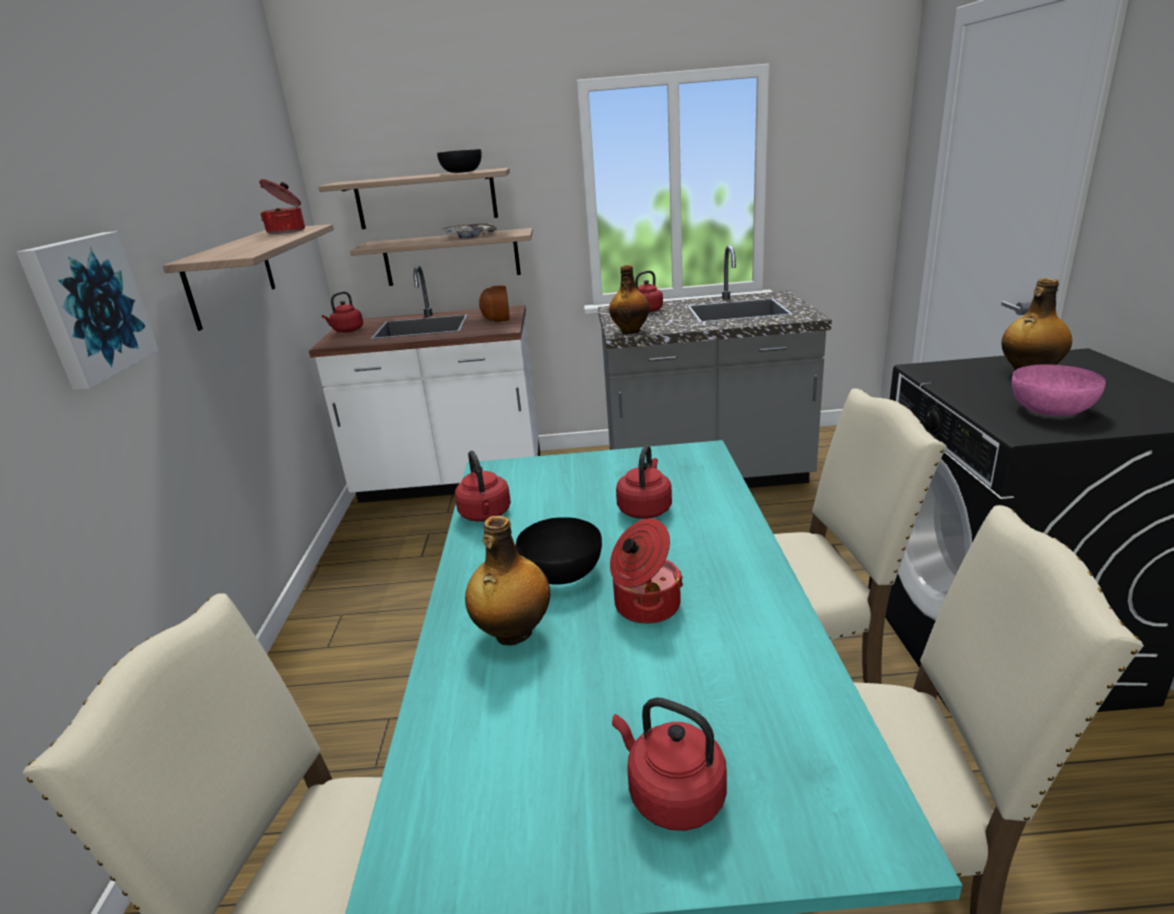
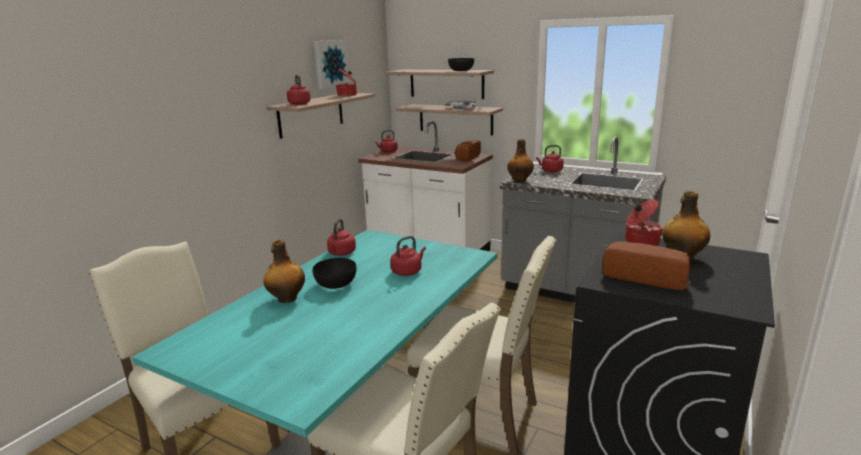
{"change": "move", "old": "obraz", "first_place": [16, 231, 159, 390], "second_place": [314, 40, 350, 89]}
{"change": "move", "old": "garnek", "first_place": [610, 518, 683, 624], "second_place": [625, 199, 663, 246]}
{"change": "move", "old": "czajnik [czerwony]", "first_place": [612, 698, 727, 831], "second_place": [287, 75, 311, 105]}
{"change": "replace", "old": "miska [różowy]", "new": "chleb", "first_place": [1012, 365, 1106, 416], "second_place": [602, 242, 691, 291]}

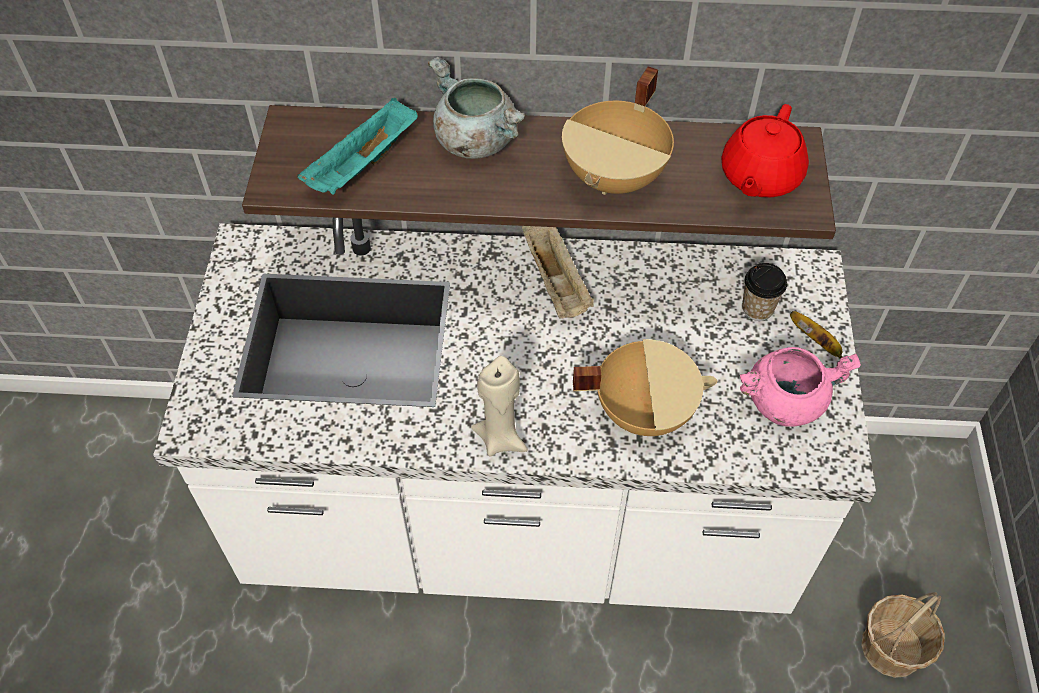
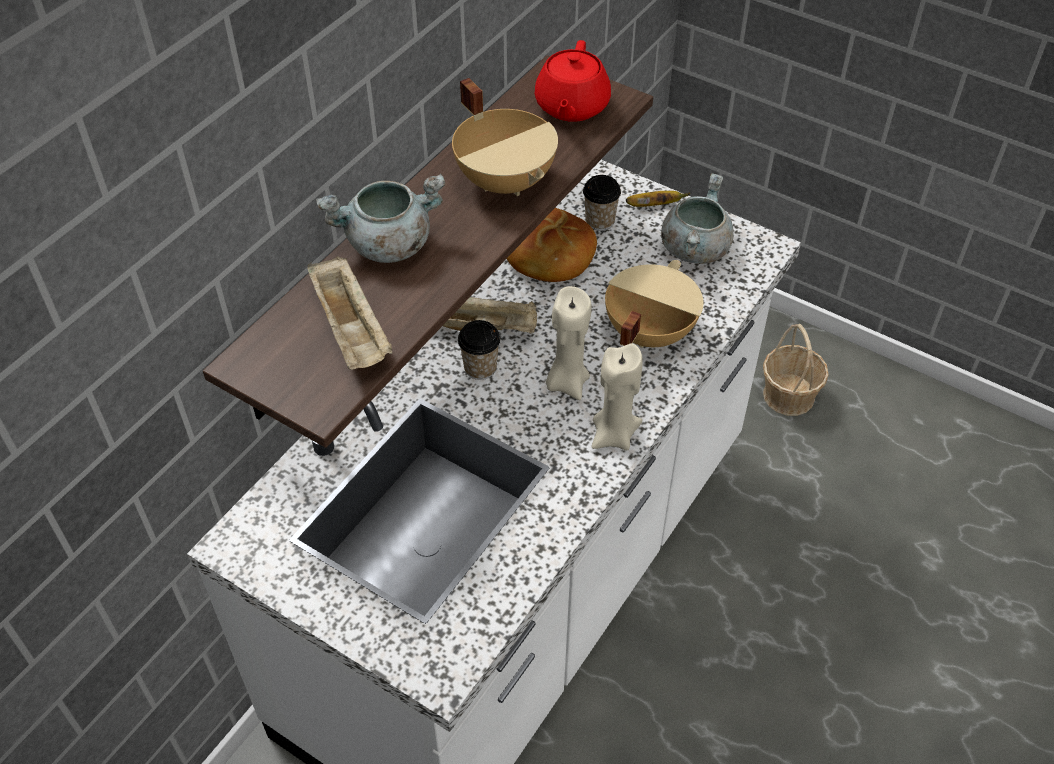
{"change": "recolor", "old": "taca [turkusowy]", "new": "taca [beżowy]", "first_place": [298, 98, 418, 195], "second_place": [307, 256, 392, 370]}
{"change": "rotate", "old": "imbryk [czerwony]", "first_place": [722, 104, 809, 197], "second_place": [535, 40, 611, 122], "degrees": 45}
{"change": "recolor", "old": "garnek [różowy]", "new": "garnek [szary]", "first_place": [740, 347, 861, 427], "second_place": [661, 173, 734, 264]}
{"change": "insert", "new": "filiżanka", "second_place": [458, 320, 500, 380]}
{"change": "insert", "new": "chleb", "second_place": [507, 208, 597, 282]}
{"change": "insert", "new": "świeca [beżowy]", "second_place": [546, 286, 592, 400]}

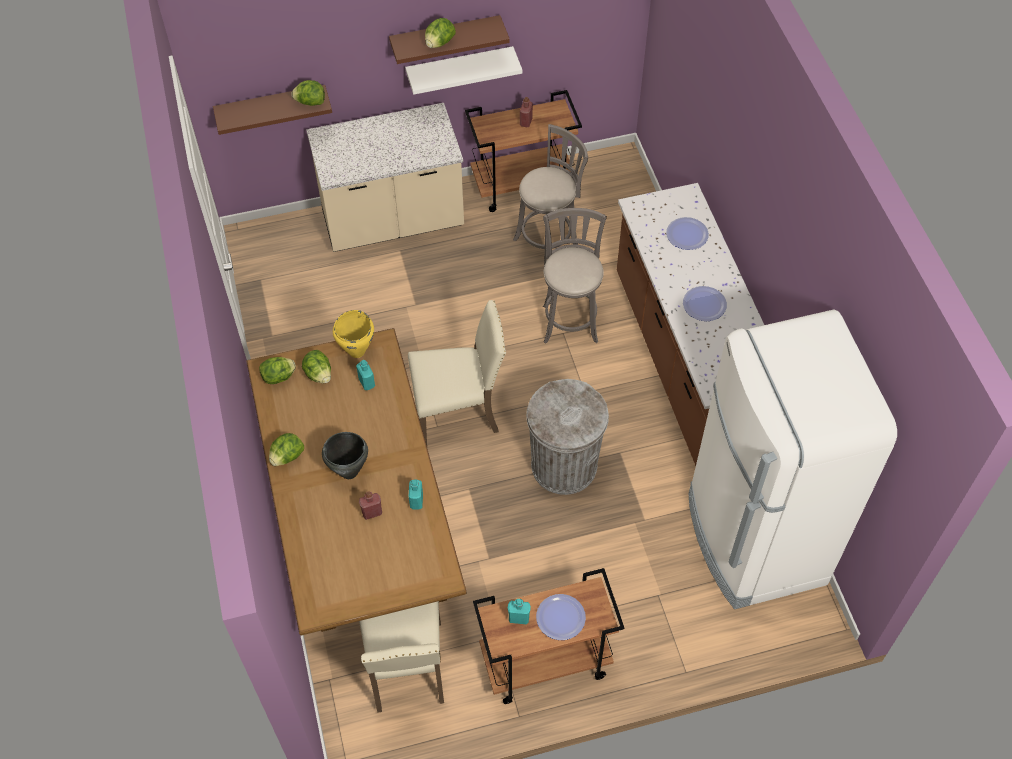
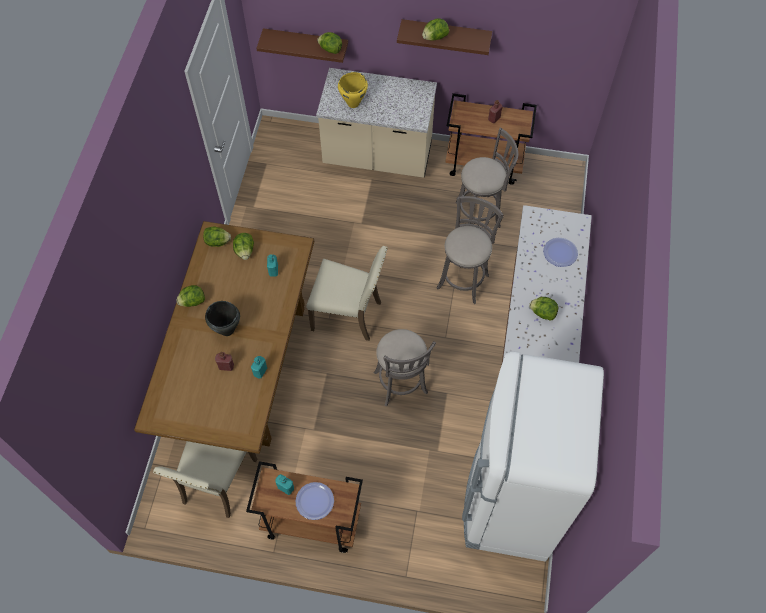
{"change": "move", "old": "garnek [żółty]", "first_place": [333, 310, 374, 358], "second_place": [338, 72, 368, 108]}
{"change": "delete", "old": "półka [biały]", "first_place": [405, 46, 522, 95]}
{"change": "replace", "old": "kosz na śmieci [szary]", "new": "stołek [szary]", "first_place": [526, 379, 609, 495], "second_place": [374, 329, 436, 406]}
{"change": "replace", "old": "talerz", "new": "sałata", "first_place": [683, 286, 727, 321], "second_place": [529, 297, 558, 321]}

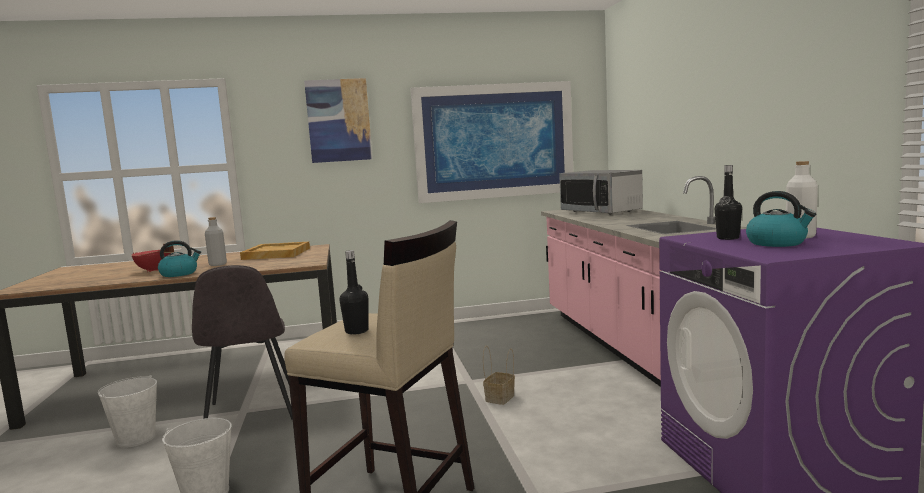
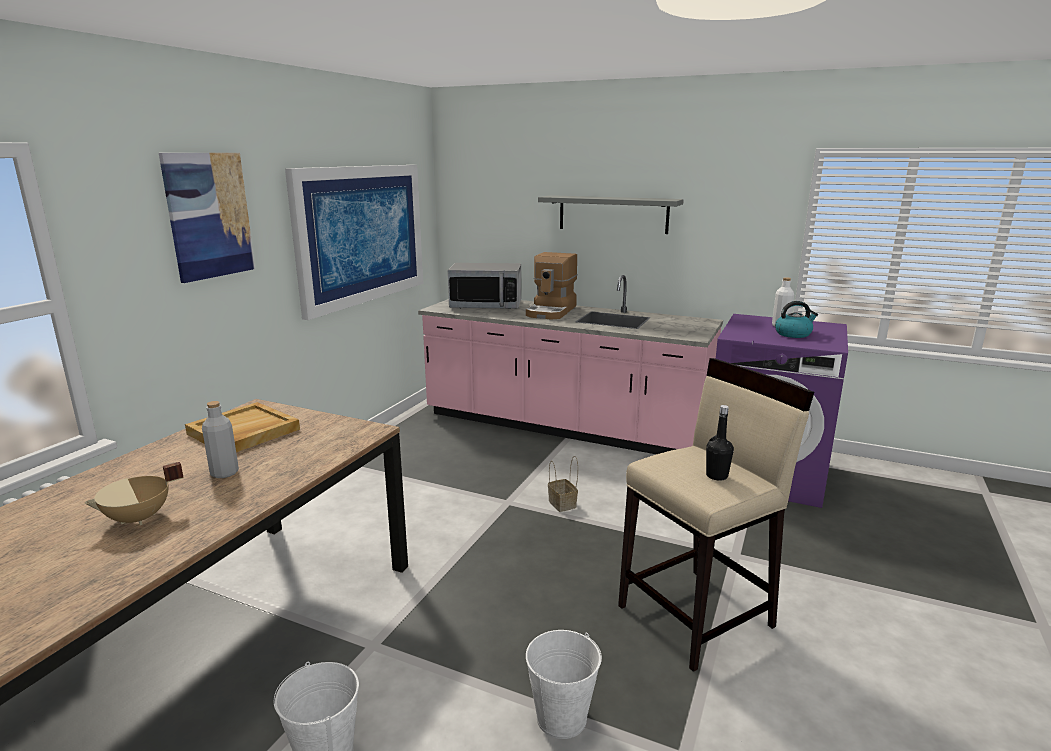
{"change": "recolor", "old": "garnek [czerwony]", "new": "garnek [beżowy]", "first_place": [131, 243, 174, 272], "second_place": [84, 462, 184, 525]}
{"change": "delete", "old": "czajnik", "first_place": [158, 240, 201, 277]}
{"change": "delete", "old": "krzesło [szary]", "first_place": [192, 265, 293, 420]}
{"change": "delete", "old": "butelka [czarny]", "first_place": [715, 165, 742, 240]}
{"change": "insert", "new": "ekspres do kawy", "second_place": [526, 252, 577, 320]}
{"change": "insert", "new": "półka [szary]", "second_place": [538, 195, 684, 234]}

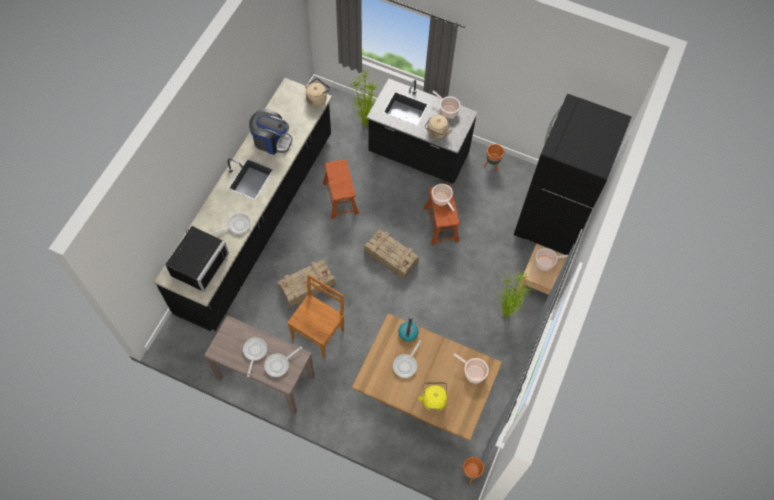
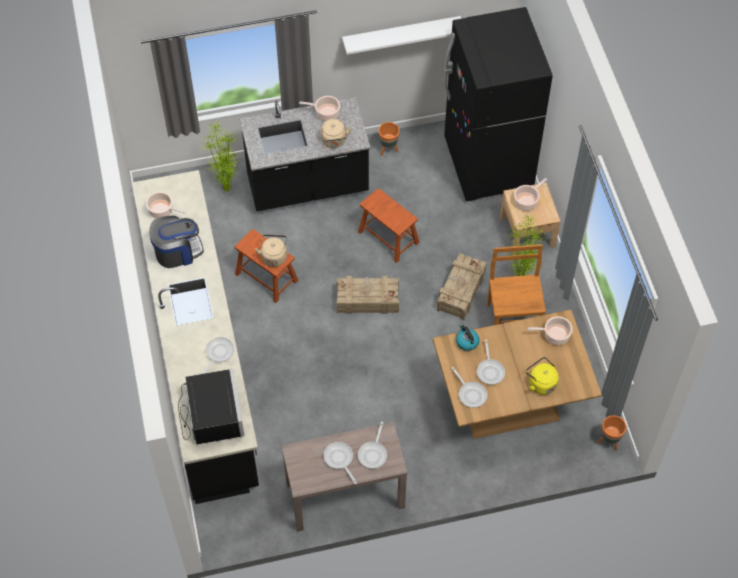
{"change": "move", "old": "skrzynka", "first_place": [278, 259, 335, 307], "second_place": [437, 253, 487, 320]}
{"change": "move", "old": "krzesło [brązowy]", "first_place": [287, 274, 344, 358], "second_place": [487, 244, 546, 325]}
{"change": "move", "old": "czajnik [beżowy]", "first_place": [305, 78, 330, 107], "second_place": [255, 234, 287, 267]}
{"change": "move", "old": "garnek", "first_place": [432, 184, 455, 211], "second_place": [146, 192, 186, 219]}
{"change": "insert", "new": "półka [biały]", "second_place": [342, 16, 461, 55]}
{"change": "insert", "new": "patelnia", "second_place": [451, 367, 487, 408]}

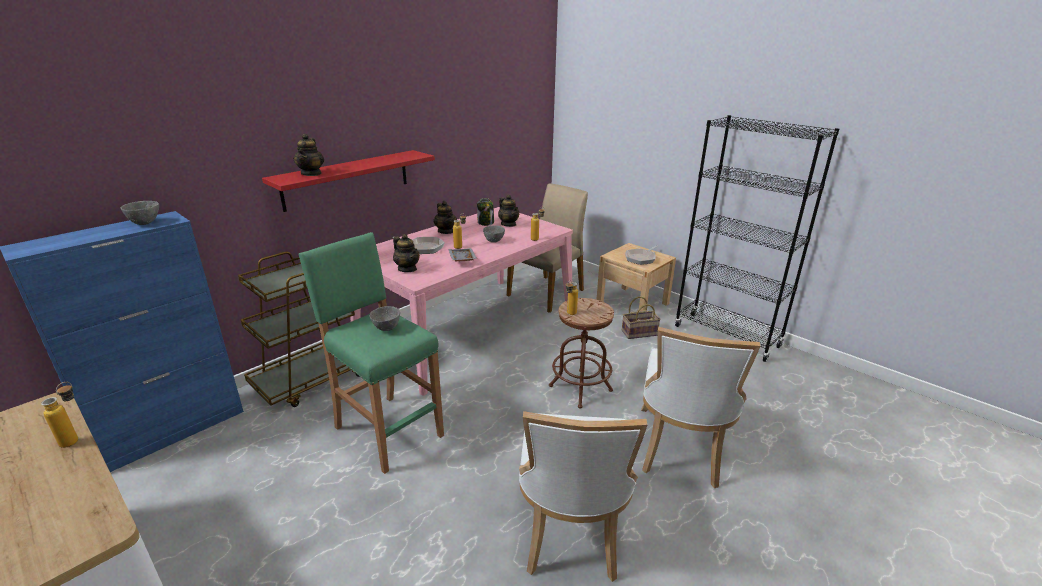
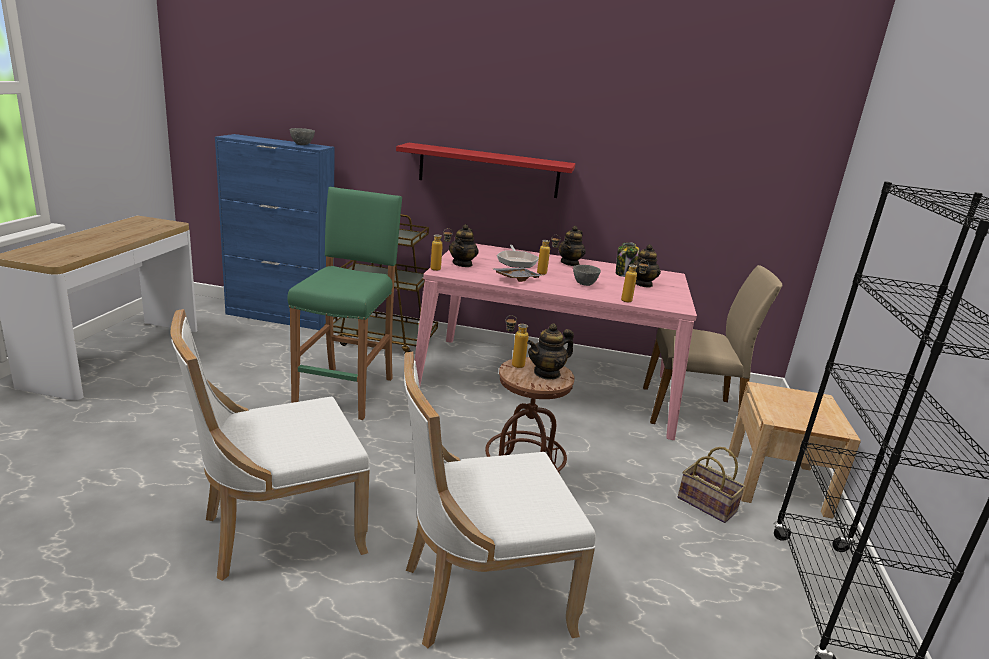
{"change": "move", "old": "butelka", "first_place": [41, 382, 78, 448], "second_place": [431, 228, 453, 271]}
{"change": "move", "old": "imbryk", "first_place": [293, 133, 324, 176], "second_place": [527, 323, 574, 380]}
{"change": "delete", "old": "miska [szary]", "first_place": [370, 306, 400, 331]}
{"change": "delete", "old": "patelnia", "first_place": [625, 245, 658, 265]}

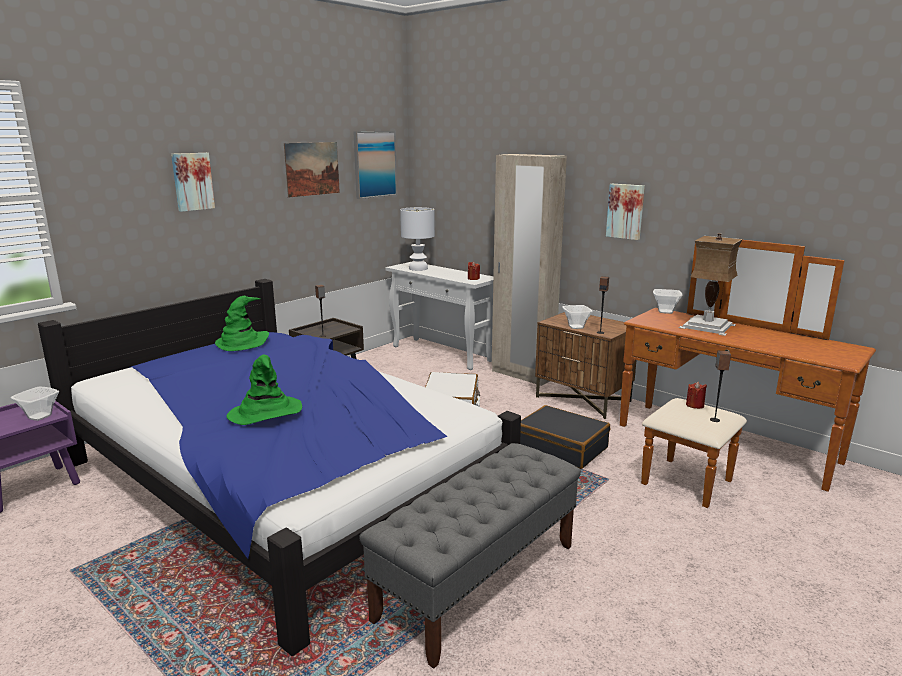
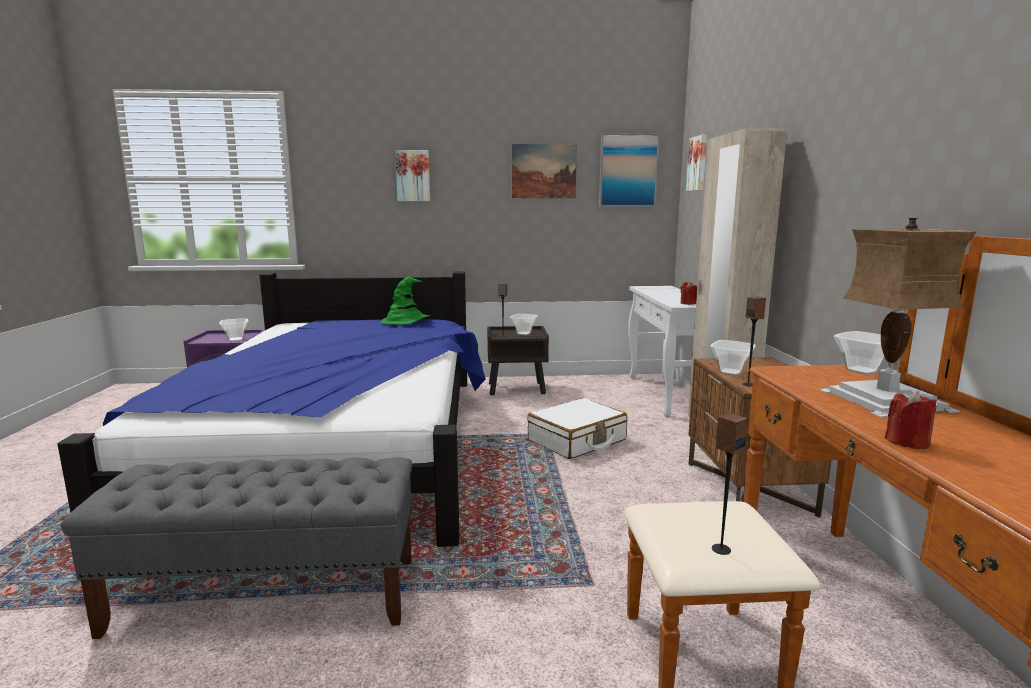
{"change": "delete", "old": "kapelusz [zielony]", "first_place": [226, 355, 302, 425]}
{"change": "delete", "old": "lampa stołowa [biały]", "first_place": [400, 207, 435, 271]}
{"change": "delete", "old": "walizka [czarny]", "first_place": [520, 405, 610, 469]}
{"change": "move", "old": "obraz", "first_place": [606, 184, 645, 240], "second_place": [686, 134, 707, 191]}
{"change": "move", "old": "świeca [czerwony]", "first_place": [686, 382, 707, 409], "second_place": [885, 391, 937, 449]}
{"change": "insert", "new": "miska", "second_place": [510, 314, 538, 335]}

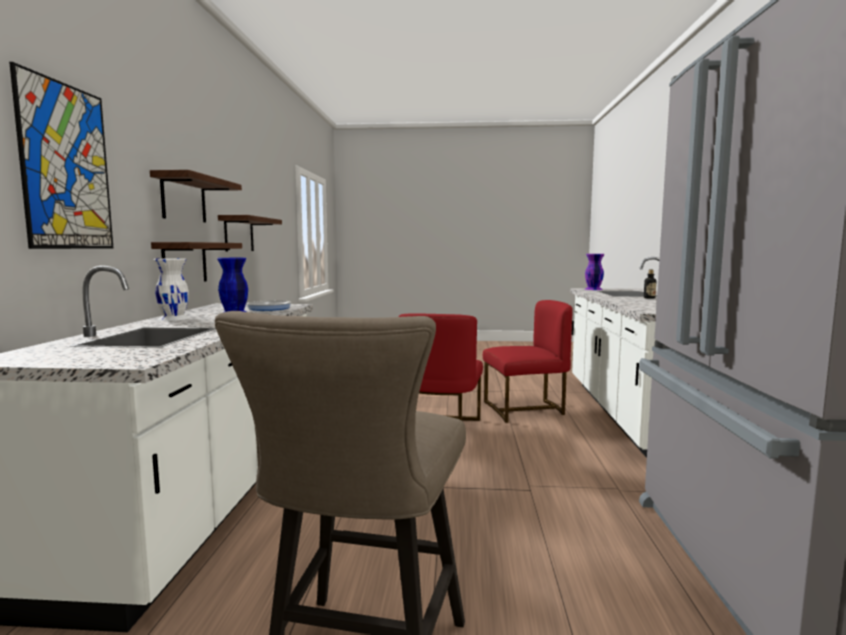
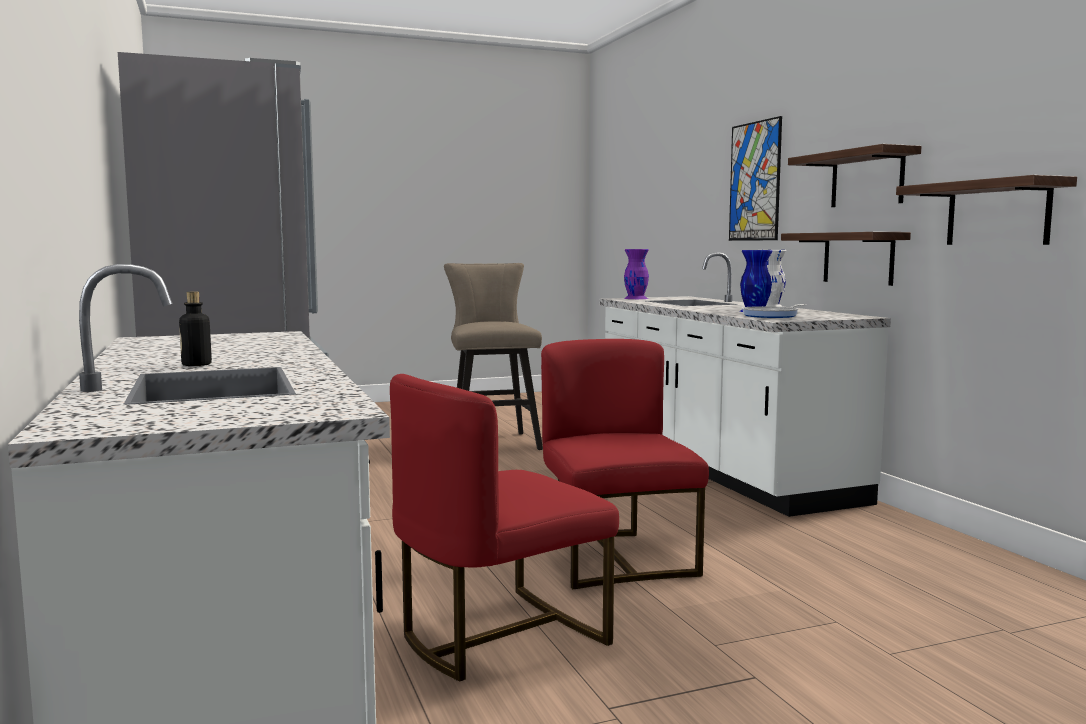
{"change": "move", "old": "wazon [fioletowy]", "first_place": [585, 254, 604, 290], "second_place": [624, 249, 649, 299]}

